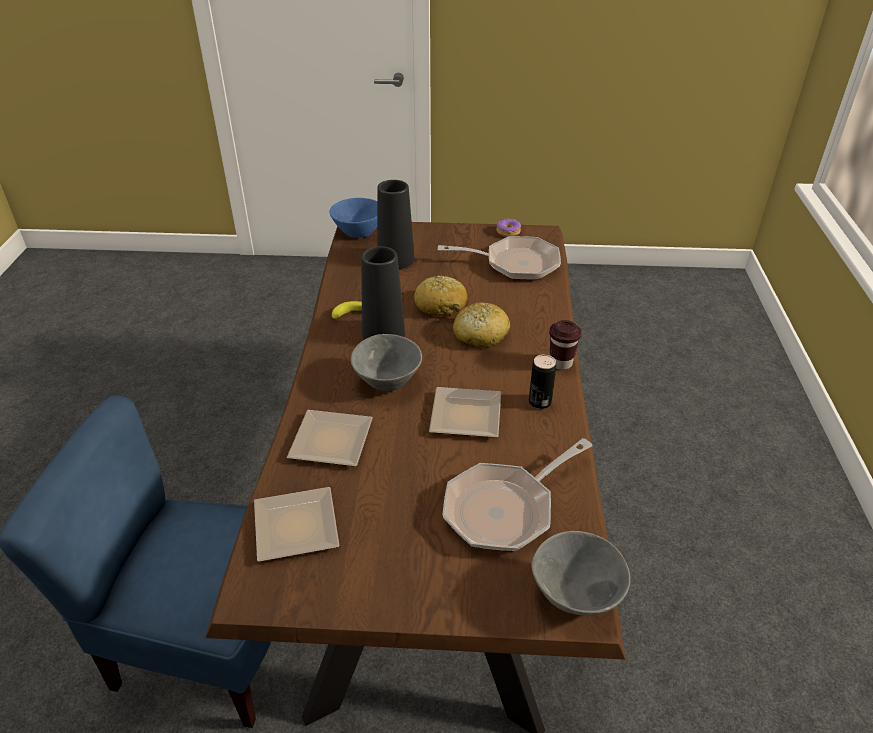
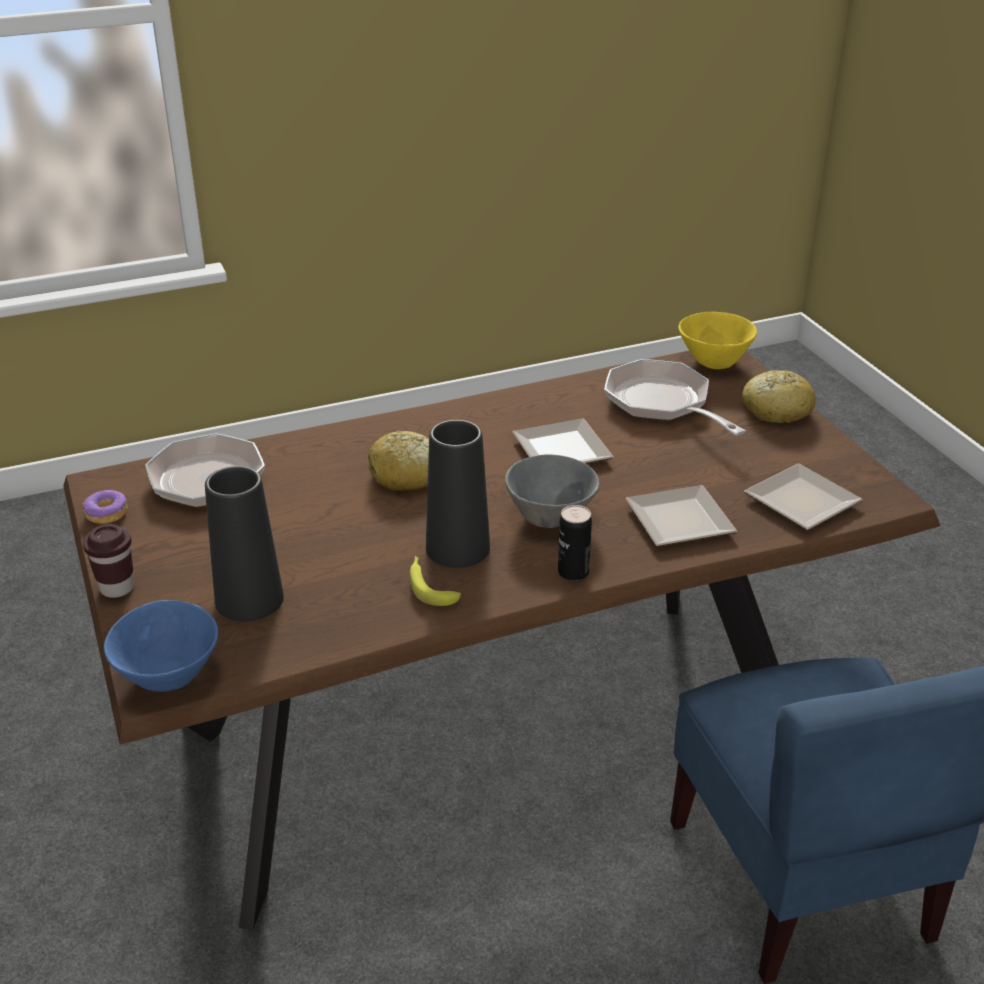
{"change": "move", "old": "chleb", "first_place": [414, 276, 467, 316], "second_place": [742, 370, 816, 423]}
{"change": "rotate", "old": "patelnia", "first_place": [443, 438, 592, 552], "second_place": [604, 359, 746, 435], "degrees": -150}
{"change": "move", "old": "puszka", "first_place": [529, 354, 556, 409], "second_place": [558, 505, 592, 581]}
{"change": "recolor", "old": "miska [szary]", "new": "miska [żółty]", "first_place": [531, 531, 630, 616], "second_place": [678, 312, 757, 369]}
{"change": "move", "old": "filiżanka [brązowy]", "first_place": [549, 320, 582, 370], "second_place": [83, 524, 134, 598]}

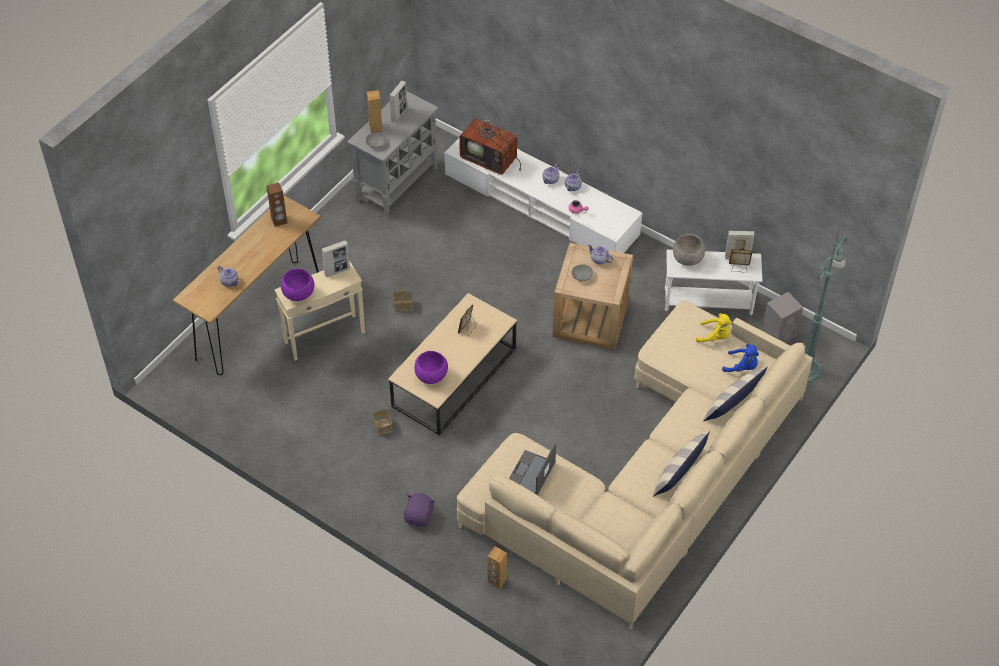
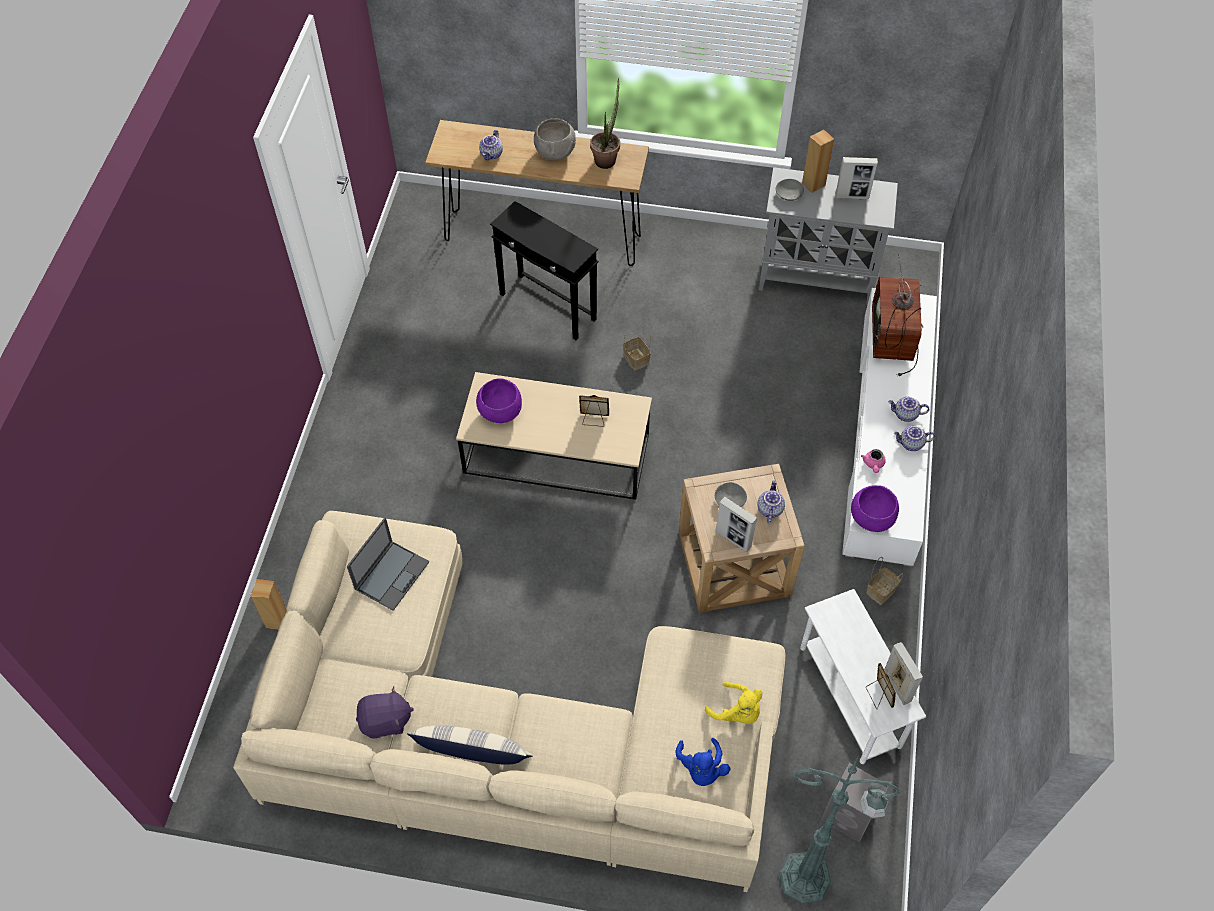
{"change": "replace", "old": "głośnik [brązowy]", "new": "roślina doniczkowa", "first_place": [266, 182, 287, 227], "second_place": [590, 78, 620, 169]}
{"change": "recolor", "old": "stolik [beżowy]", "new": "stolik [czarny]", "first_place": [274, 260, 365, 361], "second_place": [490, 201, 598, 340]}
{"change": "move", "old": "miska [fioletowy]", "first_place": [281, 268, 315, 301], "second_place": [851, 485, 899, 532]}
{"change": "move", "old": "ramka na zdjęcie", "first_place": [322, 240, 350, 277], "second_place": [716, 497, 757, 552]}
{"change": "move", "old": "koszyk", "first_place": [371, 402, 392, 436], "second_place": [866, 557, 903, 605]}
{"change": "move", "old": "pluszak [fioletowy]", "first_place": [404, 493, 435, 527], "second_place": [356, 686, 414, 739]}
{"change": "rotate", "old": "laptop", "first_place": [509, 442, 556, 495], "second_place": [347, 517, 429, 611], "degrees": 120}
{"change": "move", "old": "miska [szary]", "first_place": [673, 234, 705, 266], "second_place": [534, 118, 576, 161]}
{"change": "rotate", "old": "pluszak [żółty]", "first_place": [696, 313, 732, 343], "second_place": [705, 682, 762, 724], "degrees": -45}
{"change": "delete", "old": "poduszka", "first_place": [703, 366, 768, 422]}

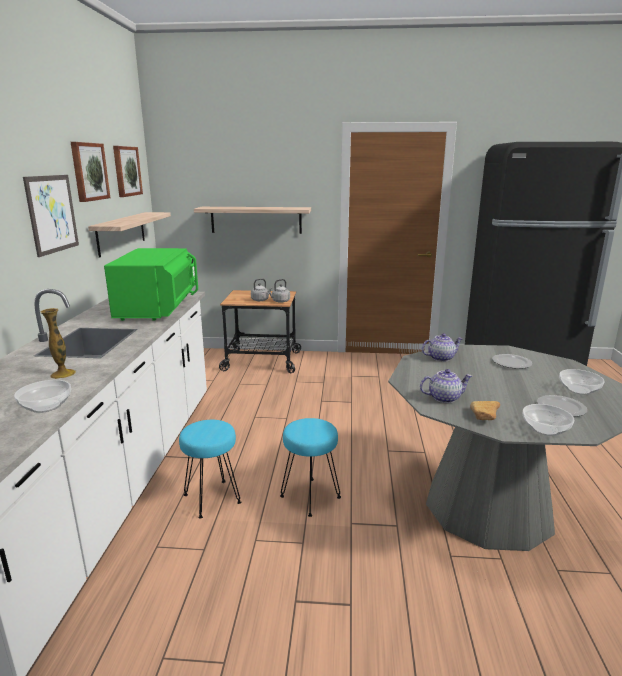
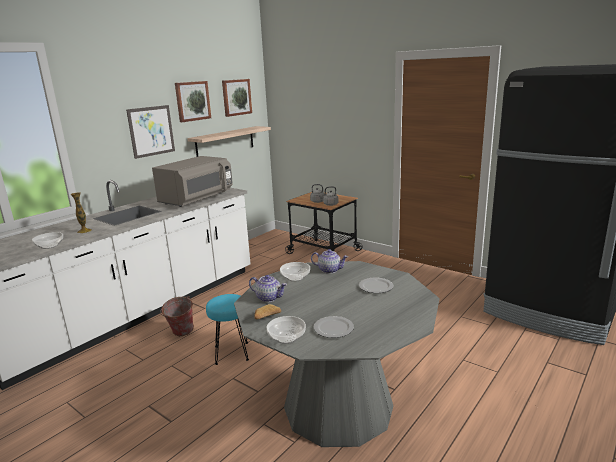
{"change": "recolor", "old": "mikrofalówka [zielony]", "new": "mikrofalówka [szary]", "first_place": [104, 248, 198, 321], "second_place": [152, 156, 233, 207]}
{"change": "replace", "old": "stołek [turkusowy]", "new": "wiadro", "first_place": [179, 420, 241, 518], "second_place": [160, 296, 194, 336]}
{"change": "delete", "old": "półka", "first_place": [194, 207, 311, 234]}
{"change": "move", "old": "miska", "first_place": [559, 369, 605, 395], "second_place": [280, 262, 310, 282]}

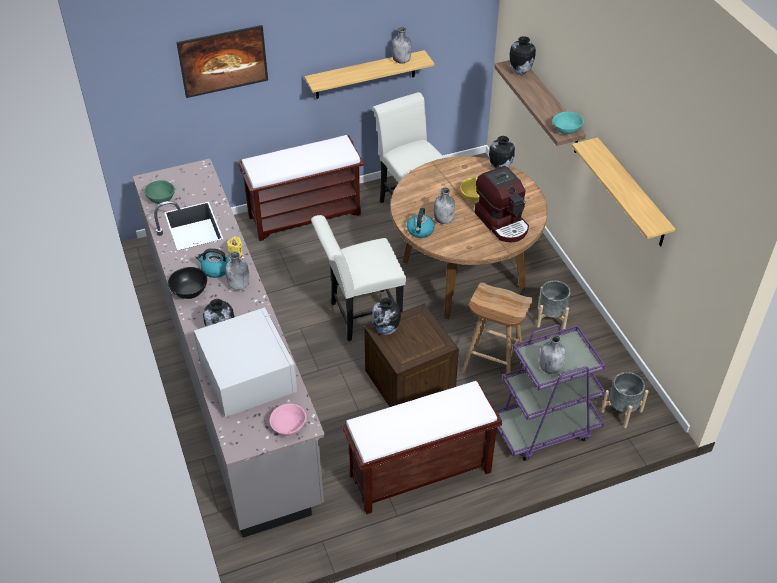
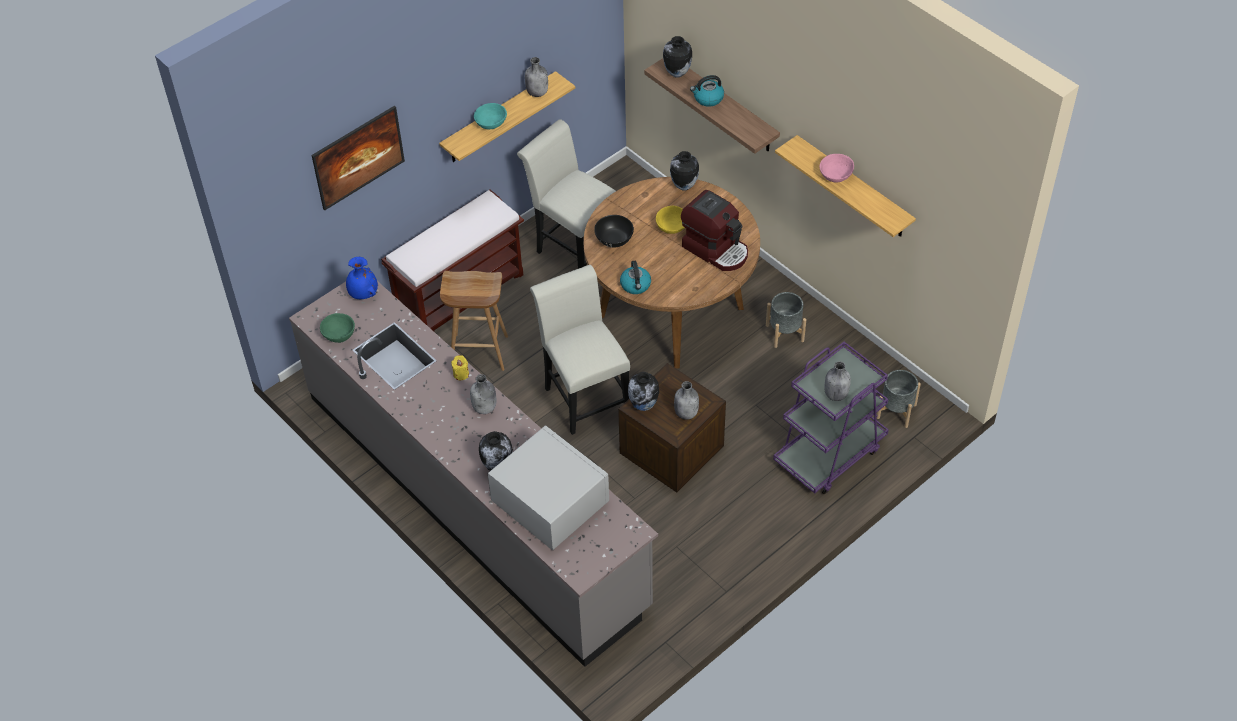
{"change": "move", "old": "miska [czarny]", "first_place": [168, 267, 207, 299], "second_place": [594, 215, 634, 248]}
{"change": "move", "old": "czajnik", "first_place": [196, 248, 230, 278], "second_place": [690, 75, 724, 107]}
{"change": "move", "old": "miska [różowy]", "first_place": [270, 404, 307, 436], "second_place": [820, 154, 854, 183]}
{"change": "rotate", "old": "krzesło [biały]", "first_place": [311, 215, 406, 341], "second_place": [530, 265, 630, 435], "degrees": 105}
{"change": "delete", "old": "ławka [brązowy]", "first_place": [342, 381, 502, 515]}
{"change": "move", "old": "butelka [szary]", "first_place": [434, 188, 455, 224], "second_place": [674, 381, 699, 420]}
{"change": "move", "old": "stołek [brązowy]", "first_place": [462, 282, 533, 388], "second_place": [440, 271, 508, 371]}
{"change": "move", "old": "miska [turkusowy]", "first_place": [553, 112, 584, 134], "second_place": [474, 103, 507, 129]}
{"change": "insert", "new": "wazon [niebieski]", "second_place": [346, 257, 378, 299]}

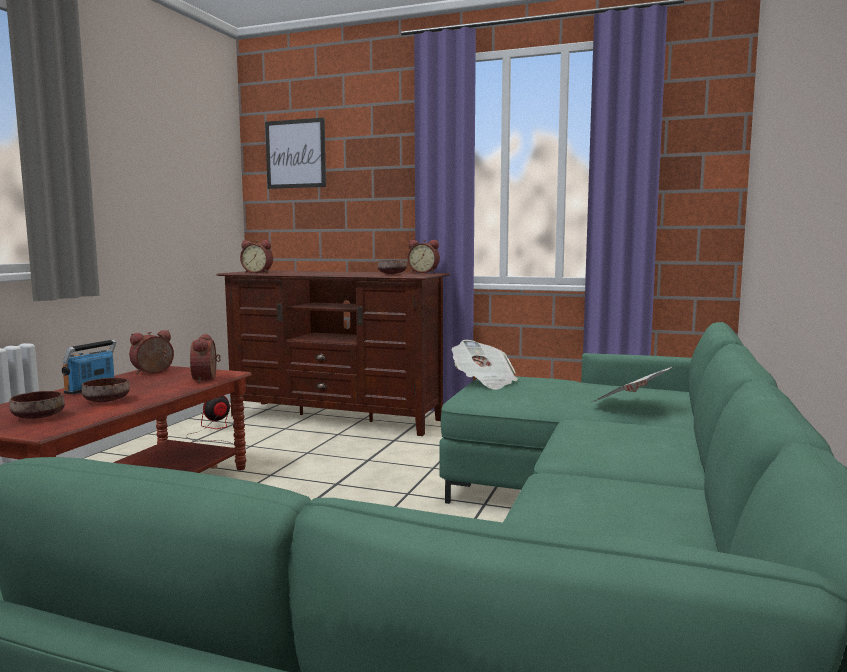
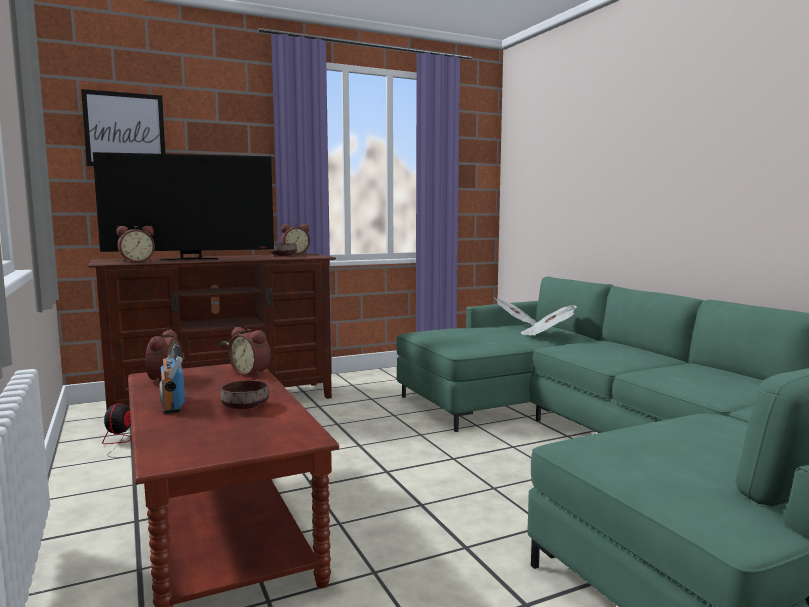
{"change": "delete", "old": "miska [brązowy]", "first_place": [9, 391, 65, 419]}
{"change": "move", "old": "gazeta", "first_place": [452, 340, 518, 390], "second_place": [494, 298, 536, 325]}
{"change": "insert", "new": "telewizor", "second_place": [93, 152, 274, 260]}

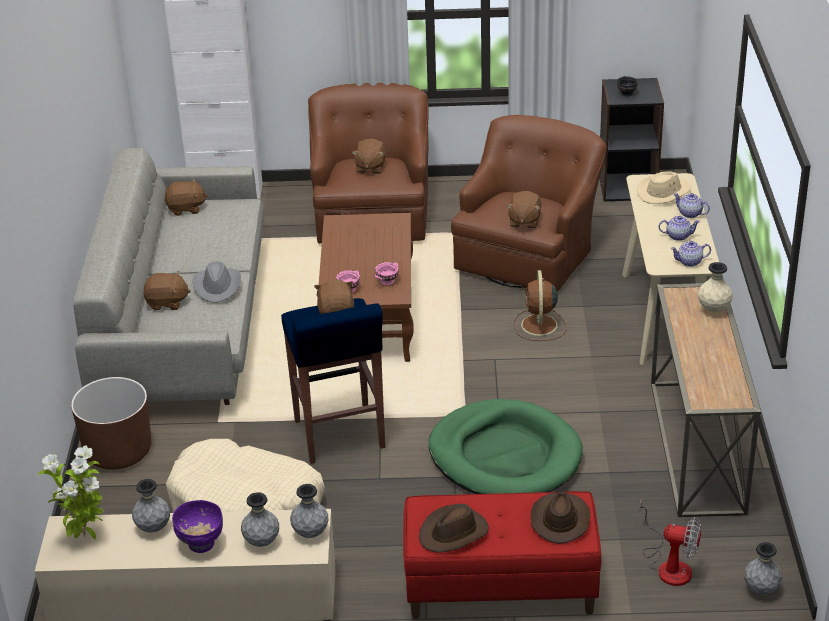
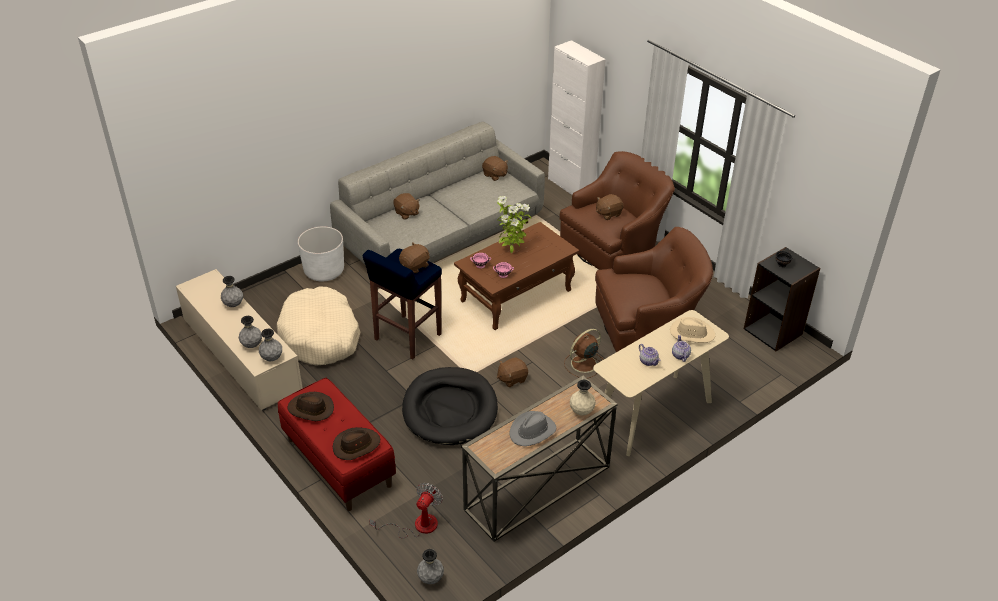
{"change": "move", "old": "roślina doniczkowa", "first_place": [38, 446, 103, 540], "second_place": [497, 196, 531, 253]}
{"change": "recolor", "old": "donica [brązowy]", "new": "donica [biały]", "first_place": [71, 377, 151, 470], "second_place": [298, 226, 344, 281]}
{"change": "delete", "old": "miska [fioletowy]", "first_place": [172, 500, 223, 553]}
{"change": "move", "old": "kapelusz [szary]", "first_place": [192, 261, 241, 303], "second_place": [510, 411, 556, 446]}
{"change": "recolor", "old": "legowisko [zielony]", "new": "legowisko [czarny]", "first_place": [428, 399, 583, 494], "second_place": [402, 367, 498, 445]}
{"change": "move", "old": "pluszak [brązowy]", "first_place": [506, 191, 541, 229], "second_place": [497, 357, 528, 387]}
{"change": "rotate", "old": "wentylator", "first_place": [639, 498, 702, 586], "second_place": [369, 483, 443, 538], "degrees": -135}
{"change": "delete", "old": "imbryk", "first_place": [670, 241, 711, 267]}

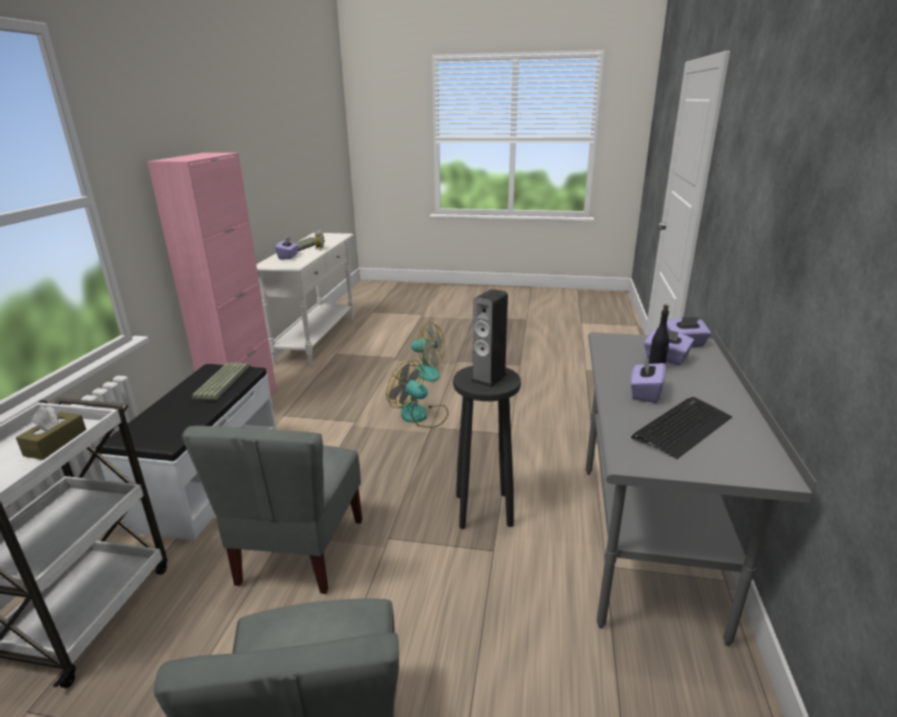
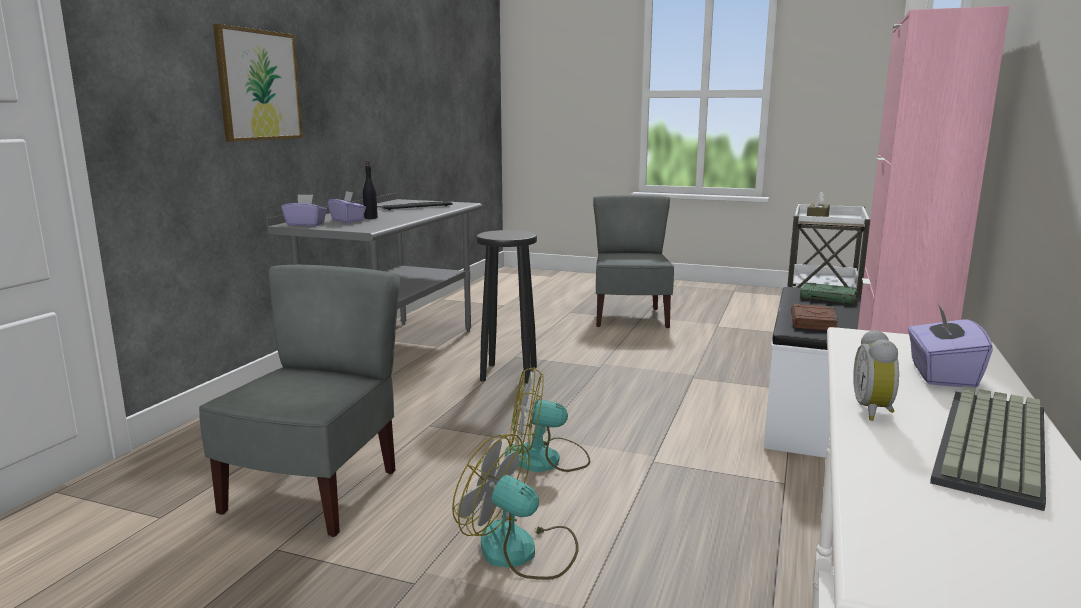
{"change": "move", "old": "krzesło [szary]", "first_place": [182, 426, 362, 594], "second_place": [199, 265, 400, 537]}
{"change": "replace", "old": "klawiatura", "new": "książka [brązowy]", "first_place": [191, 362, 251, 401], "second_place": [791, 304, 838, 330]}
{"change": "rotate", "old": "wentylator", "first_place": [386, 360, 448, 428], "second_place": [505, 367, 590, 472], "degrees": 135}
{"change": "delete", "old": "głośnik", "first_place": [470, 289, 508, 388]}
{"change": "delete", "old": "pudełko chusteczek [fioletowy]", "first_place": [630, 356, 666, 403]}
{"change": "insert", "new": "obraz", "second_place": [213, 24, 303, 142]}
{"change": "insert", "new": "książka [zielony]", "second_place": [800, 283, 857, 304]}

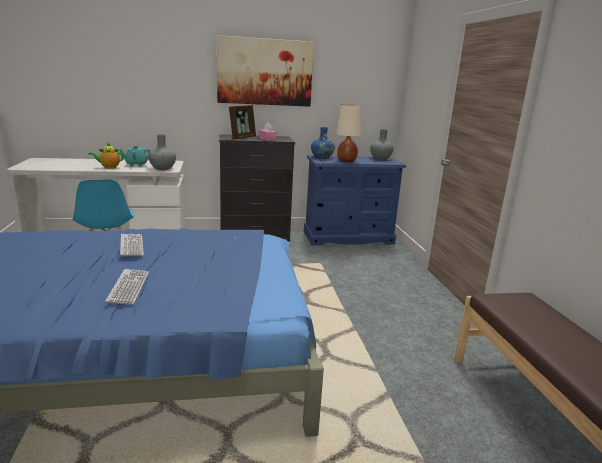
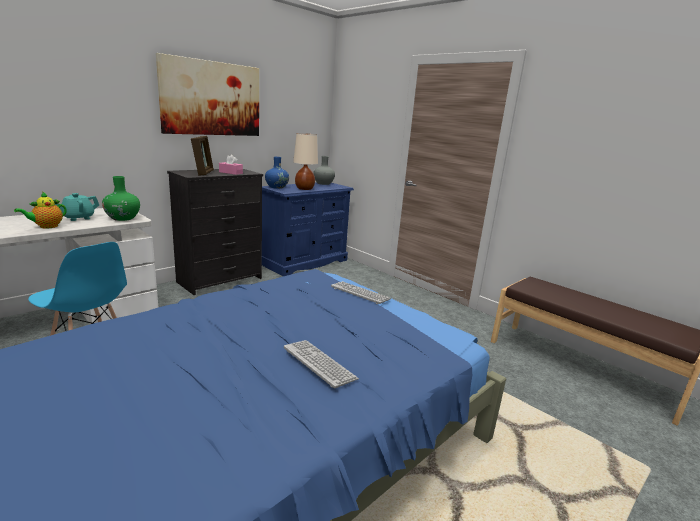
{"change": "move", "old": "klawiatura", "first_place": [120, 234, 144, 257], "second_place": [331, 281, 391, 304]}
{"change": "recolor", "old": "wazon [szary]", "new": "wazon [zielony]", "first_place": [148, 134, 176, 170], "second_place": [102, 176, 140, 221]}

